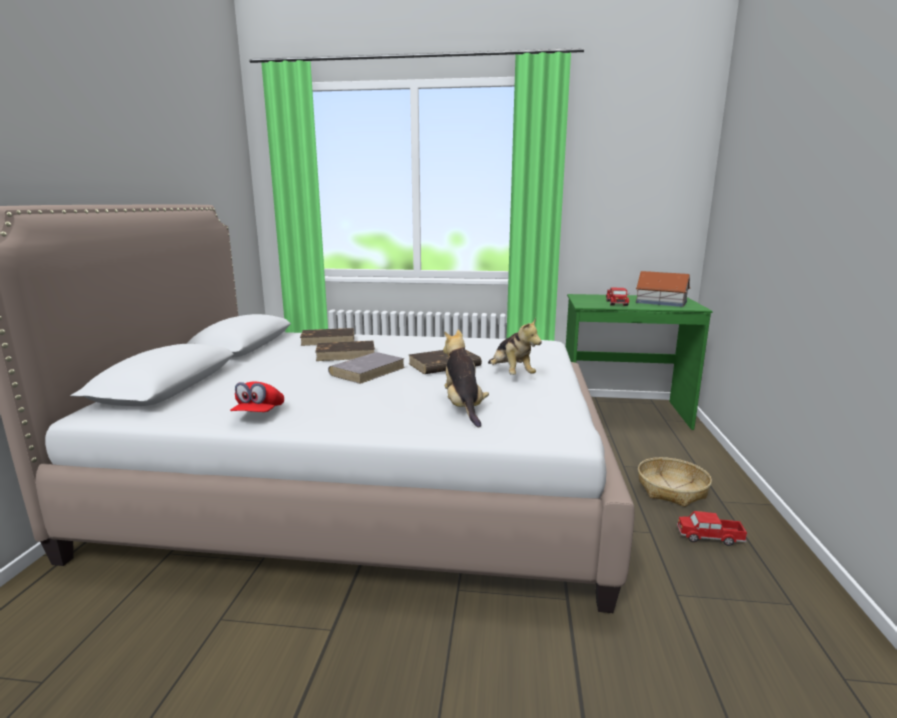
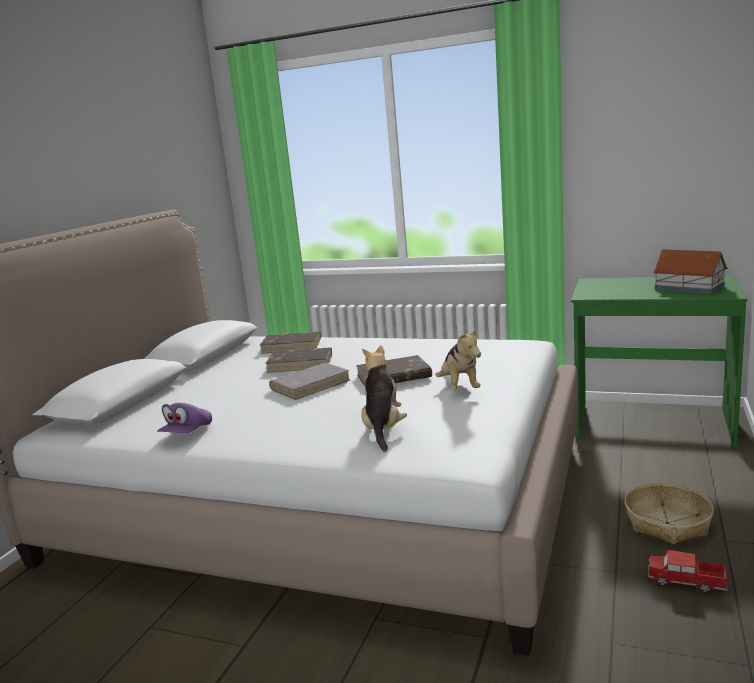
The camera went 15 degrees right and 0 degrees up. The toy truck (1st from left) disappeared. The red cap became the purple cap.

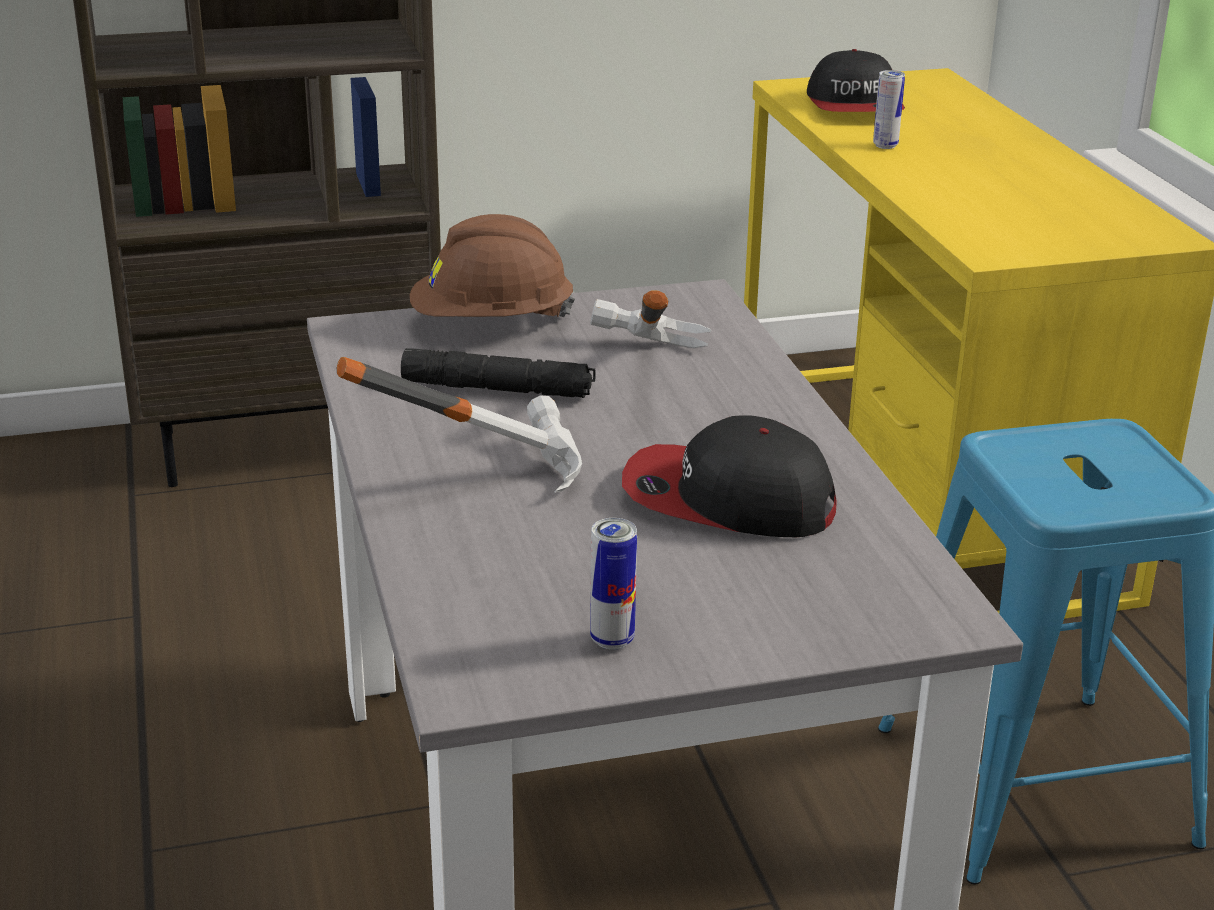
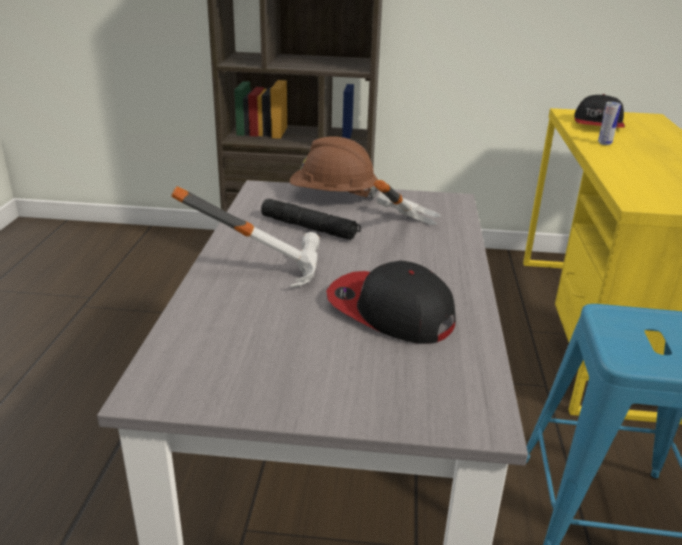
The camera went 20 degrees right and 0 degrees up. The can (1st from left) disappeared.

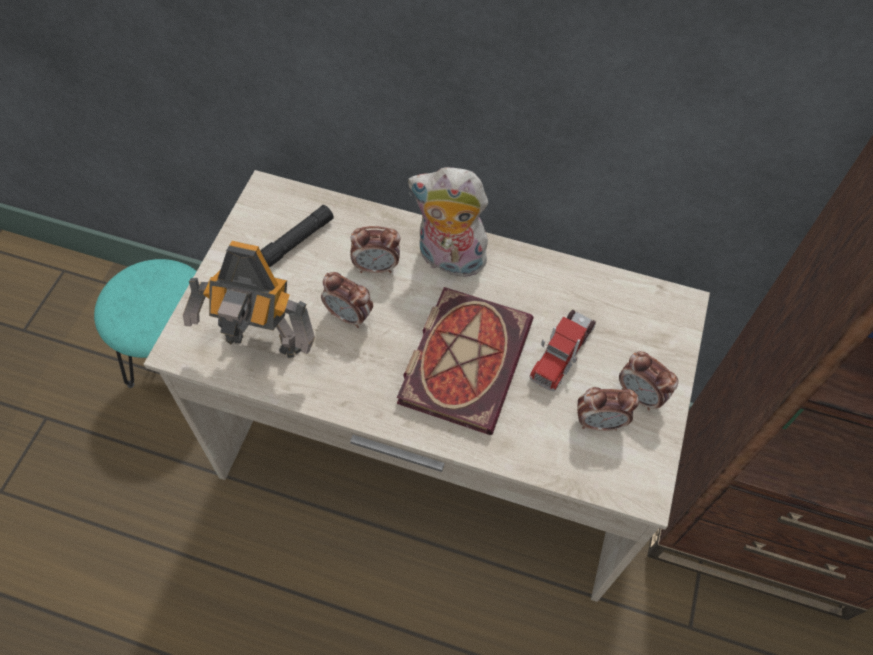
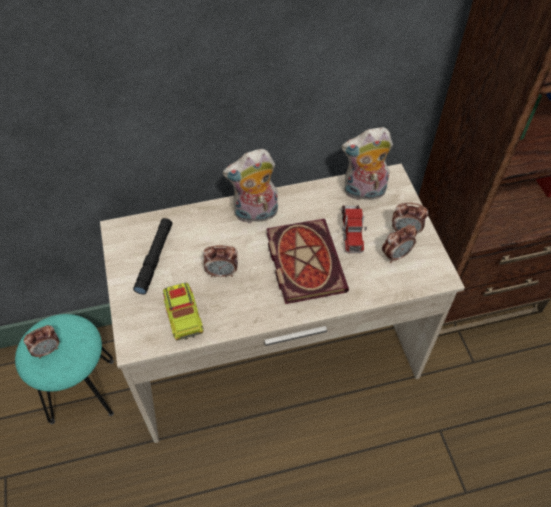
The camera went 30 degrees left and 5 degrees down. The alarm clock (2nd from left in the first image) moved. The toy robot was replaced by the toy truck (1st from left). The plush toy (2nd from left) appeared.

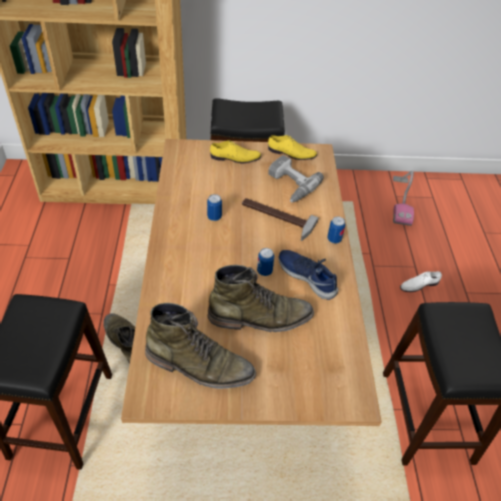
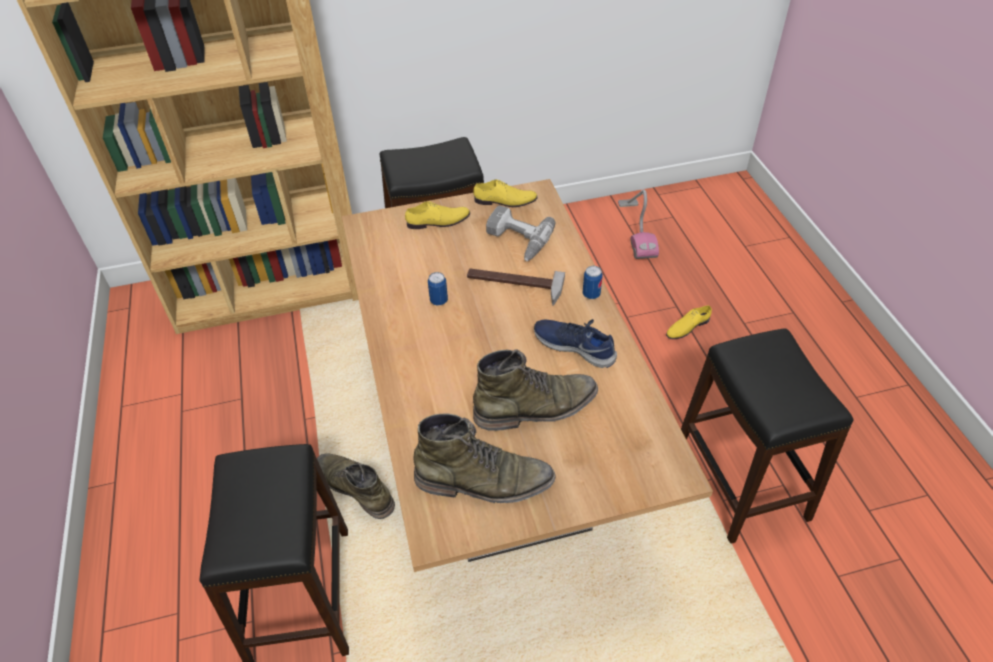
The camera went 10 degrees left and 0 degrees up. The can (2nd from left) disappeared. The white shoe became the yellow shoe (3rd from left).

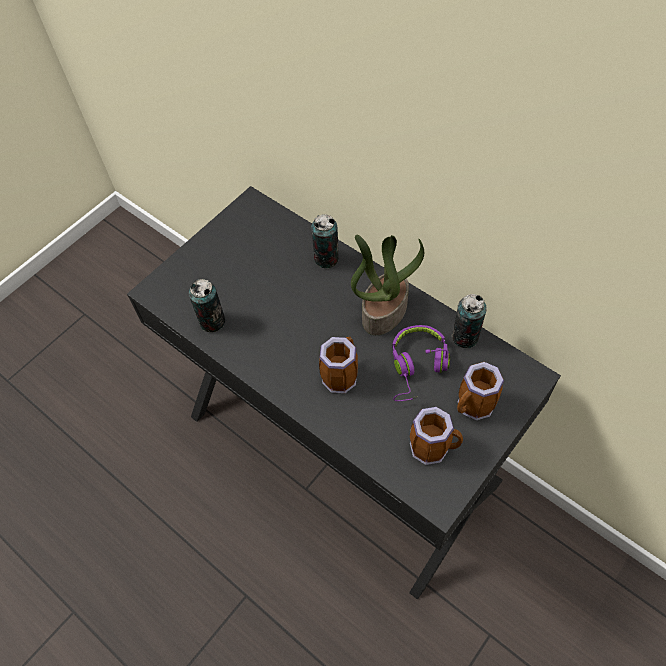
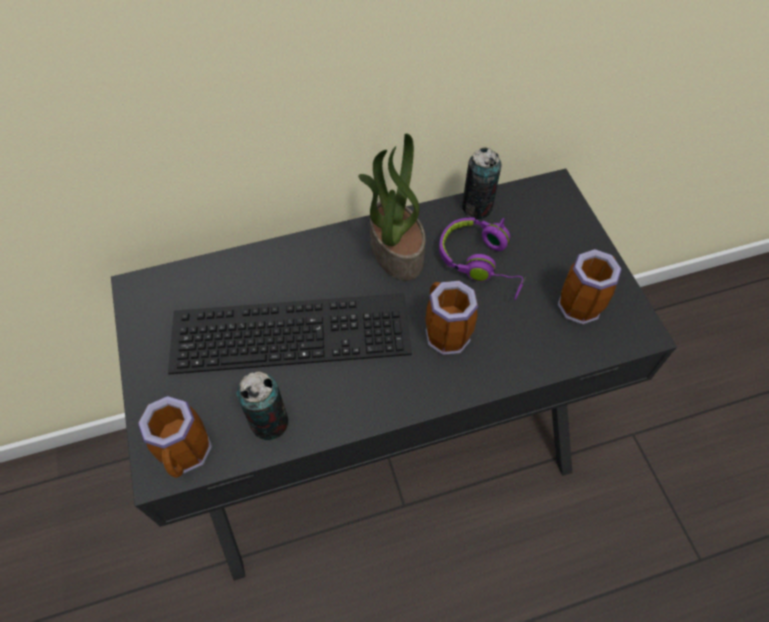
The camera went 60 degrees left and 0 degrees up. The can (2nd from left) disappeared. The mug (3rd from left in the first image) moved. The keyboard appeared.

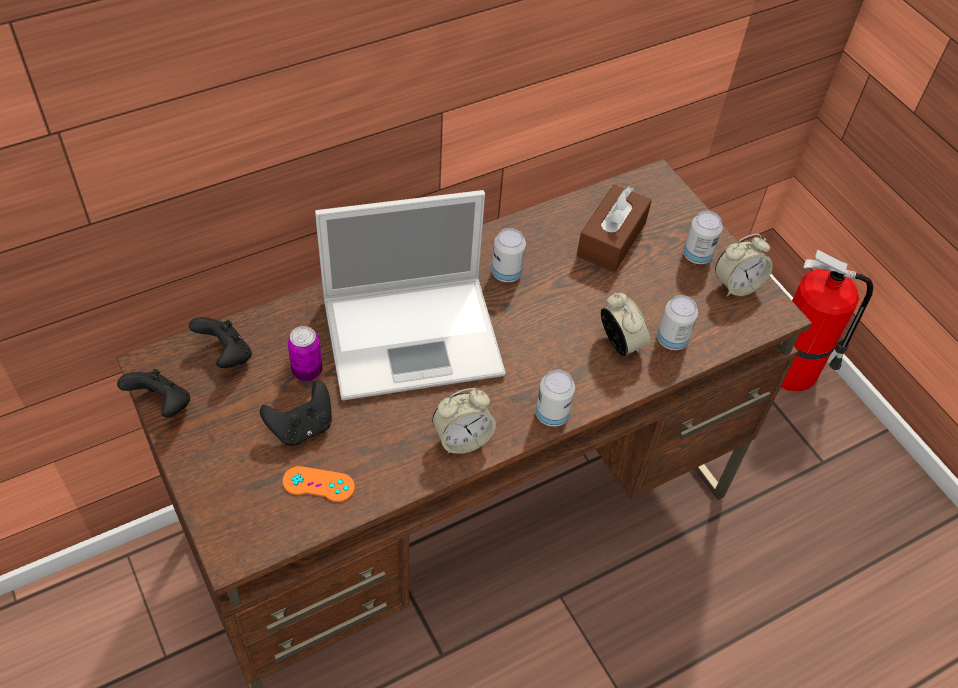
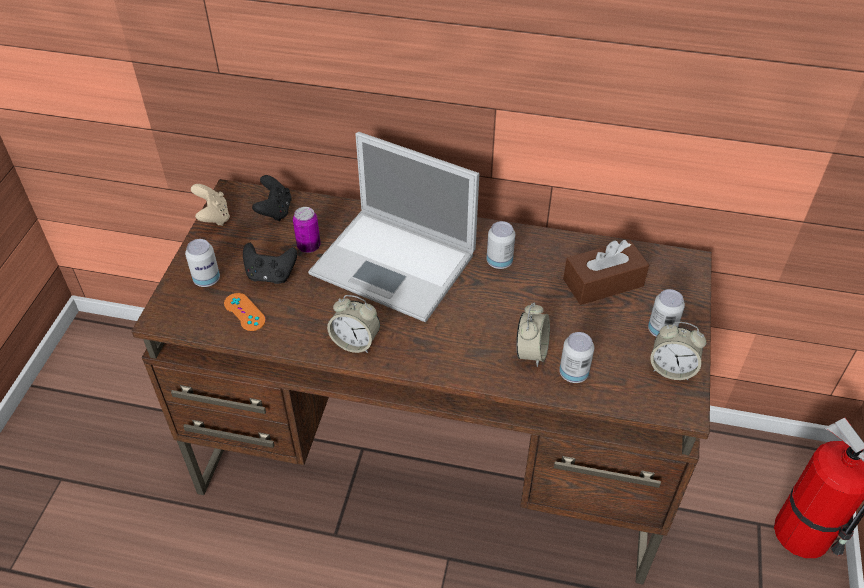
The camera went 45 degrees right and 5 degrees down. The black game controller (1st from left) became the beige game controller. The can (3rd from left in the first image) moved.

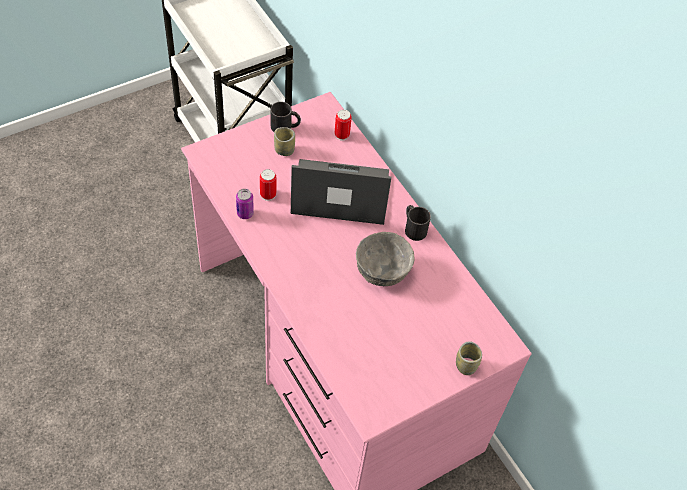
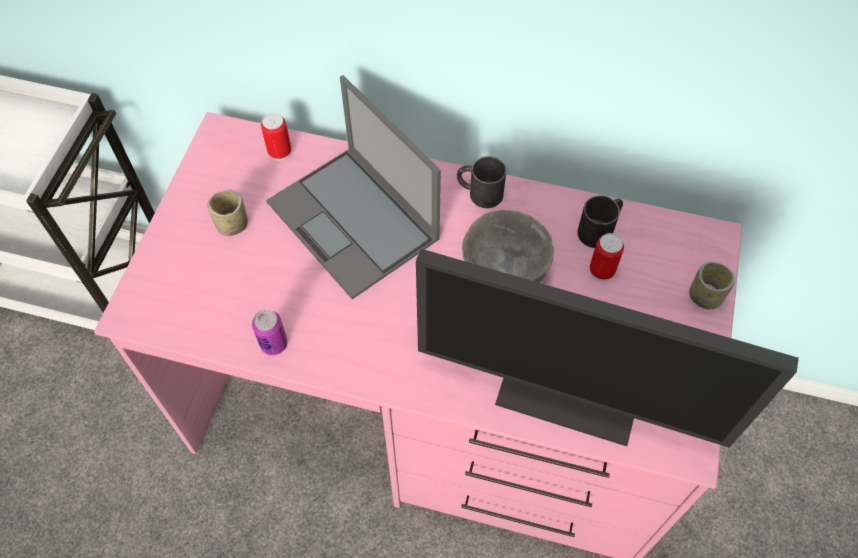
The camera went 40 degrees left and 5 degrees up. The black mug (1st from left in the first image) moved. The laptop turned 90 degrees counterclockwise. The can (2nd from left in the first image) moved. The monitor appeared.

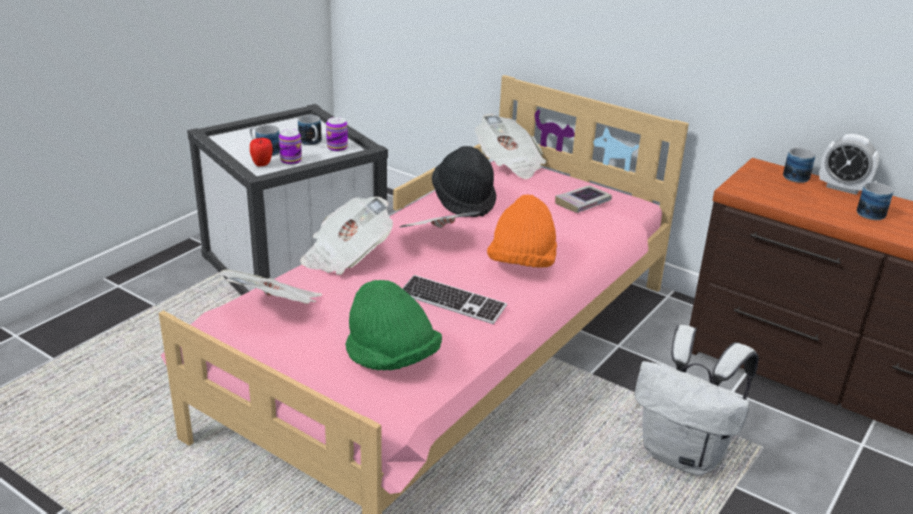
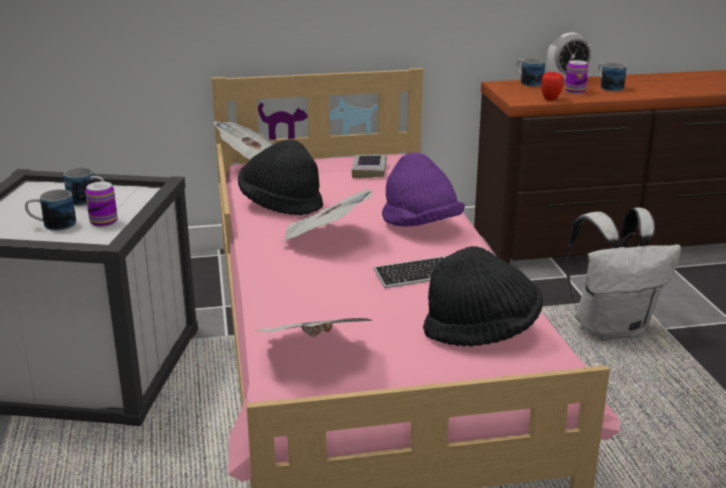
The camera went 45 degrees left and 5 degrees down. The can (2nd from left) moved. The apple moved. The orange hat became the purple hat. The newspaper (2nd from left) disappeared. The green hat became the black hat (2nd from left).

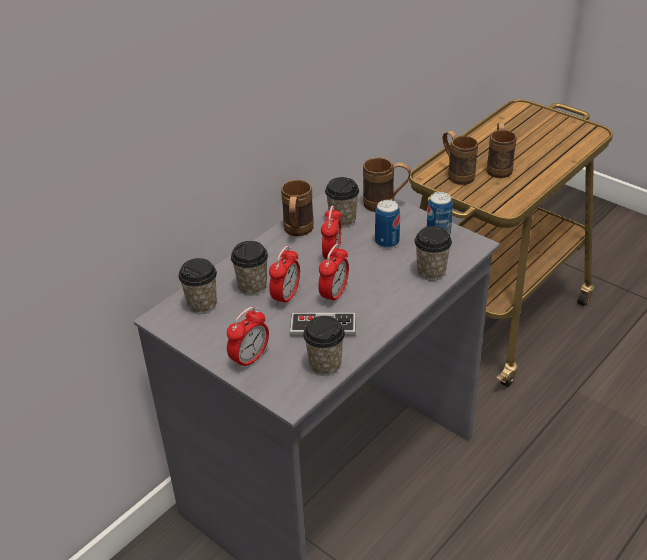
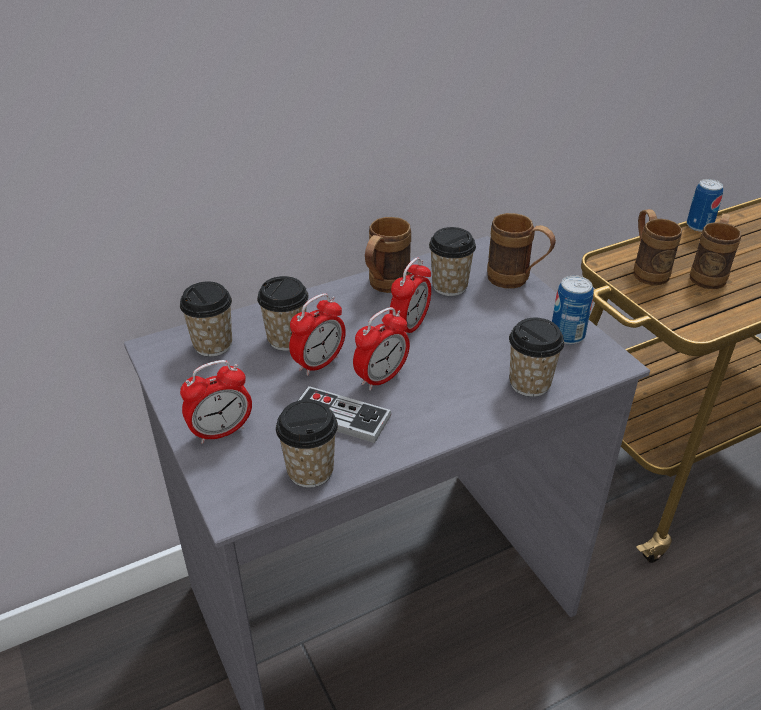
The camera went 20 degrees right and 0 degrees up. The can (1st from left in the first image) moved.

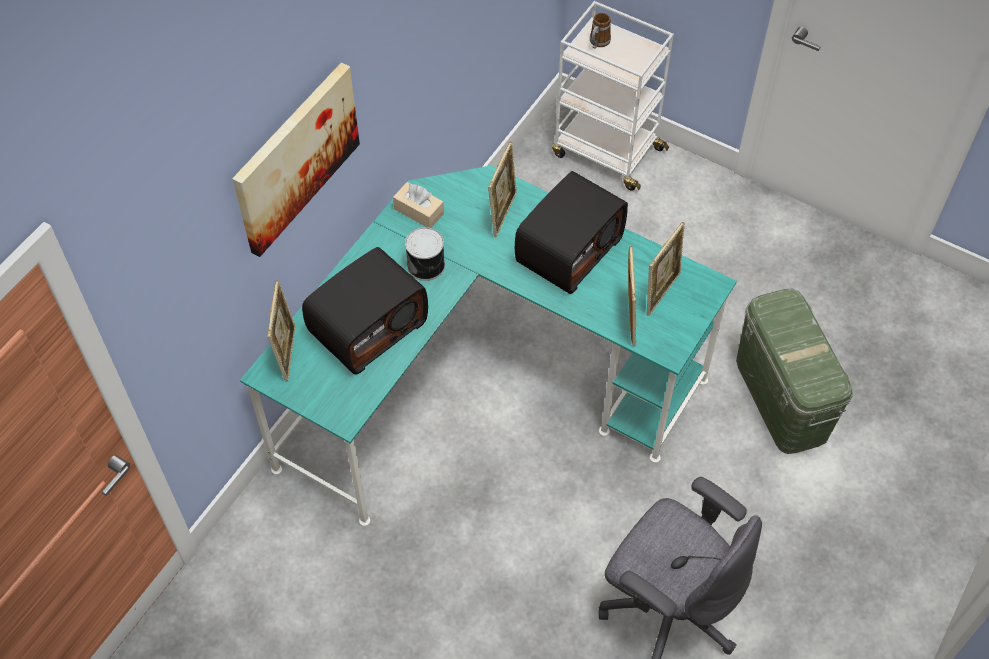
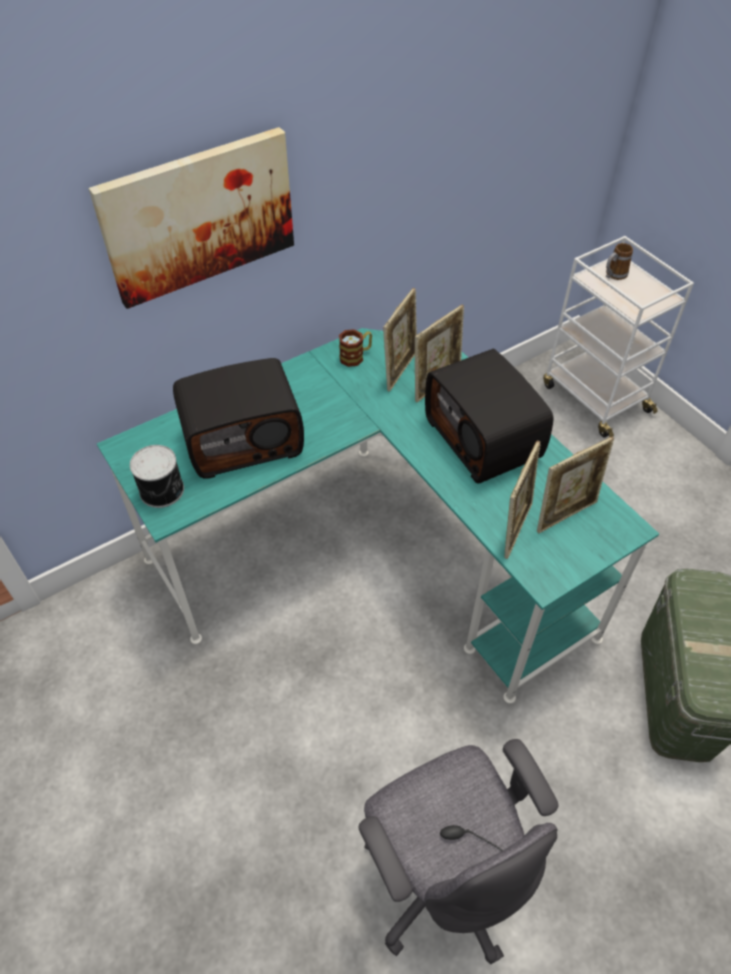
The camera went 25 degrees right and 5 degrees down. The radio (2nd from left) turned 90 degrees clockwise. The beige tissue box was replaced by the mug (1st from left). The can moved. The picture frame (1st from left) moved.

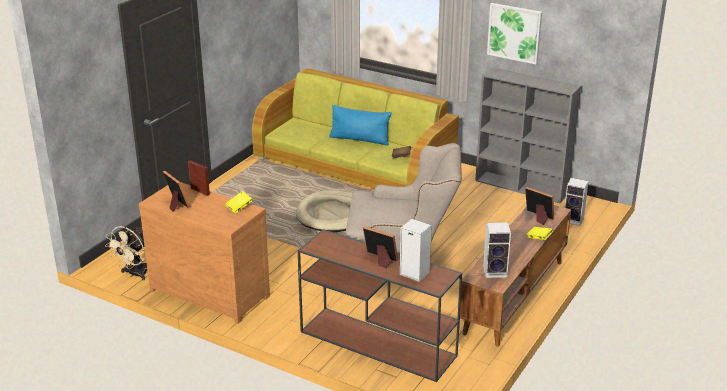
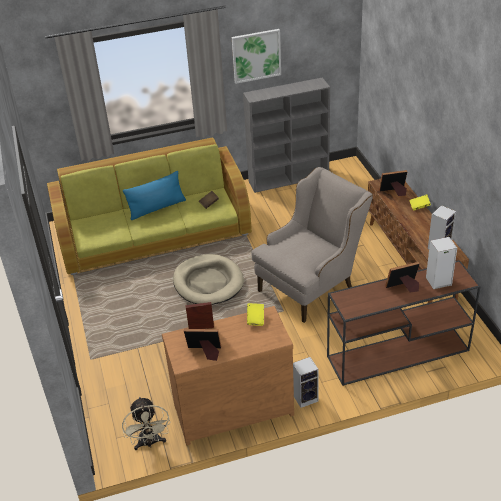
The camera went 45 degrees left and 10 degrees up. The speaker (3rd from left in the first image) moved.

